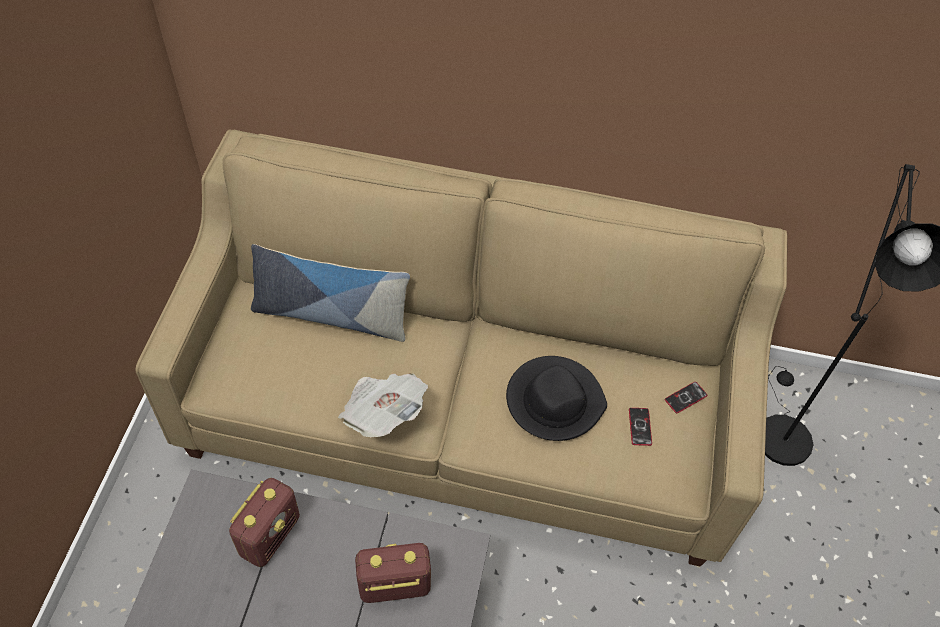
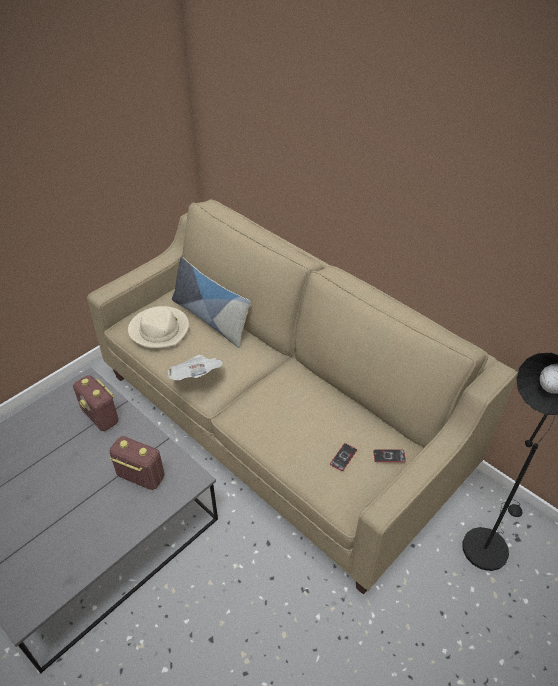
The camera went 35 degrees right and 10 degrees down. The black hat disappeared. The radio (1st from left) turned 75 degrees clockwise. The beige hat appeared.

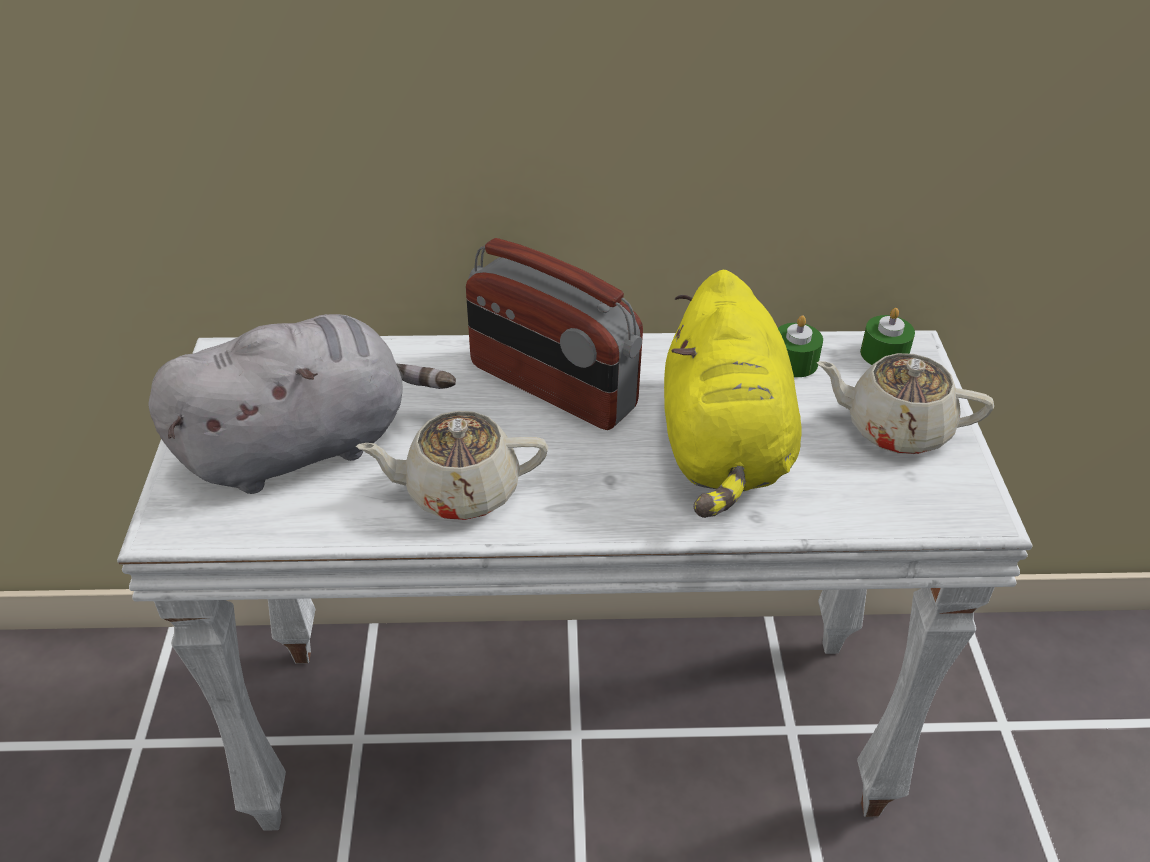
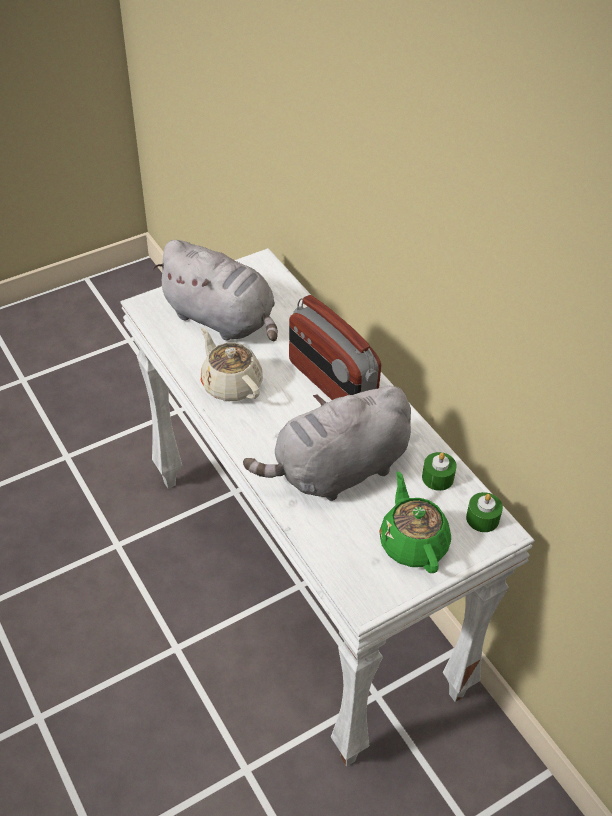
The camera went 60 degrees right and 5 degrees up. The radio turned 45 degrees counterclockwise. The yellow plush toy became the grey plush toy (2nd from left). The beige teapot (2nd from left) became the green teapot.

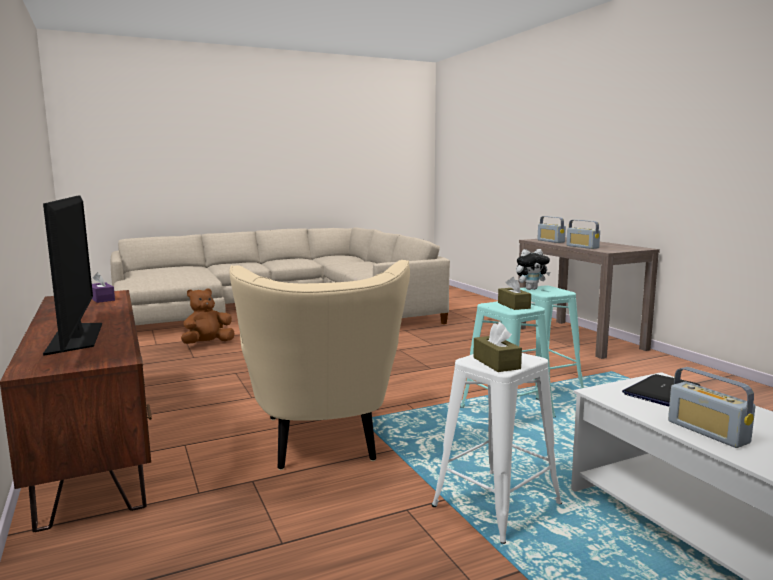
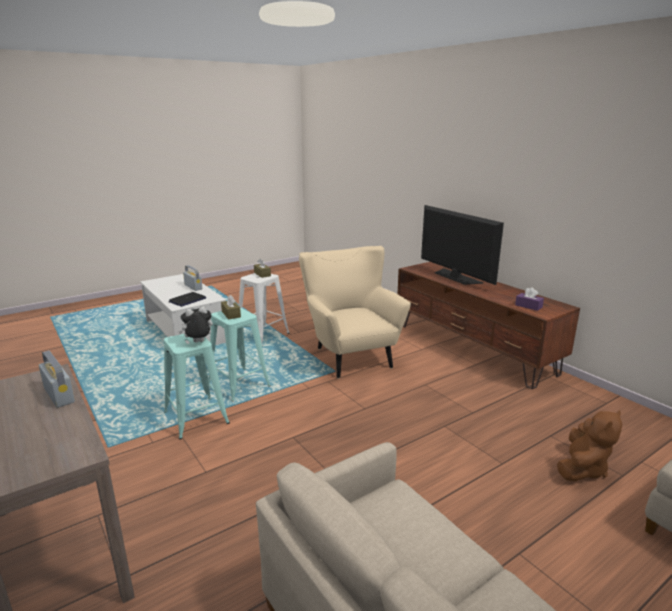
The camera went 170 degrees right and 10 degrees up. The radio (1st from left) disappeared.

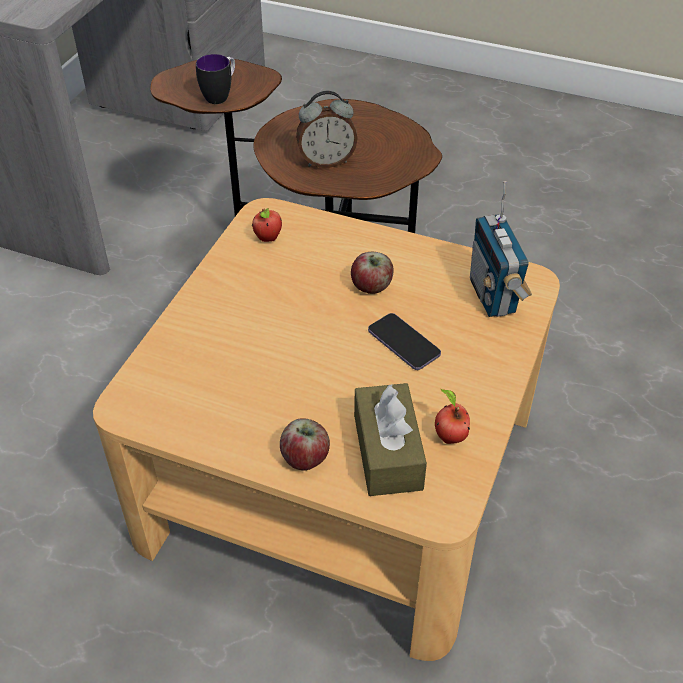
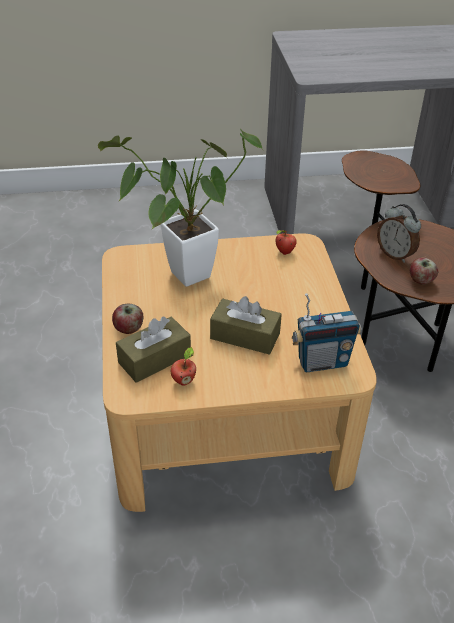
The camera went 60 degrees right and 5 degrees down. The mug disappeared. The radio turned 150 degrees counterclockwise. The apple (3rd from left in the first image) moved. The phone was replaced by the brown tissue box (2nd from left). The potted plant appeared.

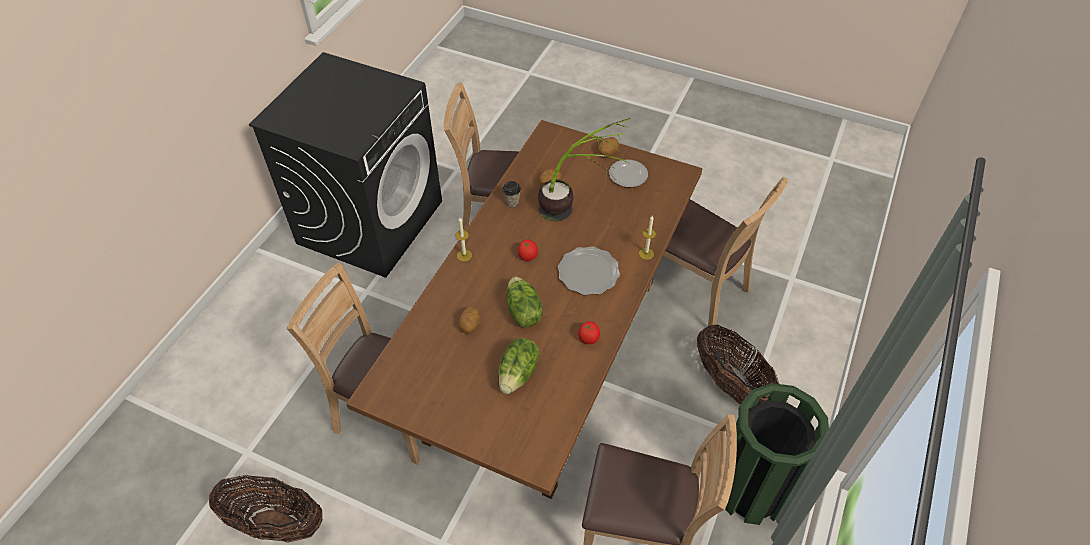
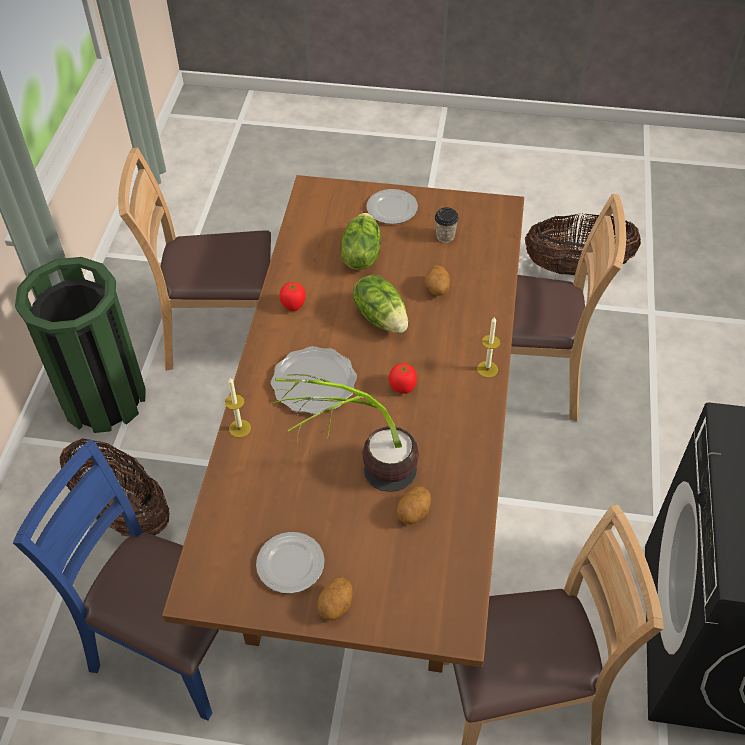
The camera went 165 degrees right and 0 degrees up. The brown chair (4th from left) became the blue chair. The cup moved. The plate (3rd from left) appeared.

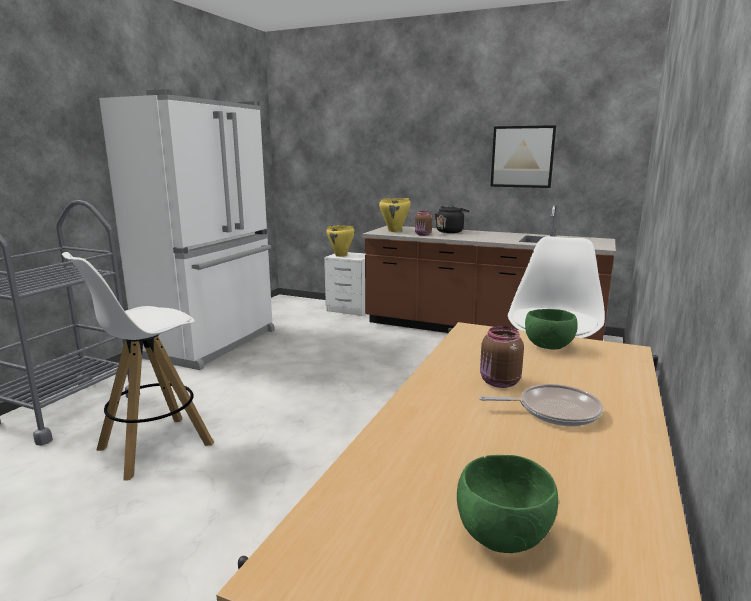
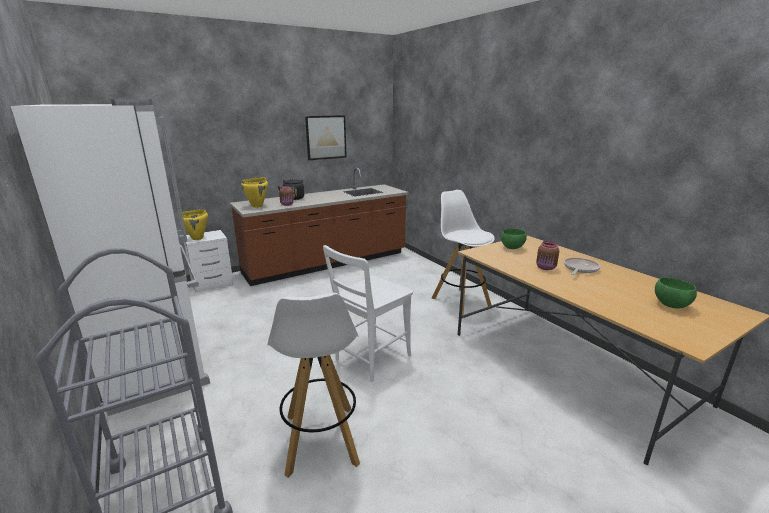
The camera went 55 degrees left and 5 degrees up. The white chair appeared.

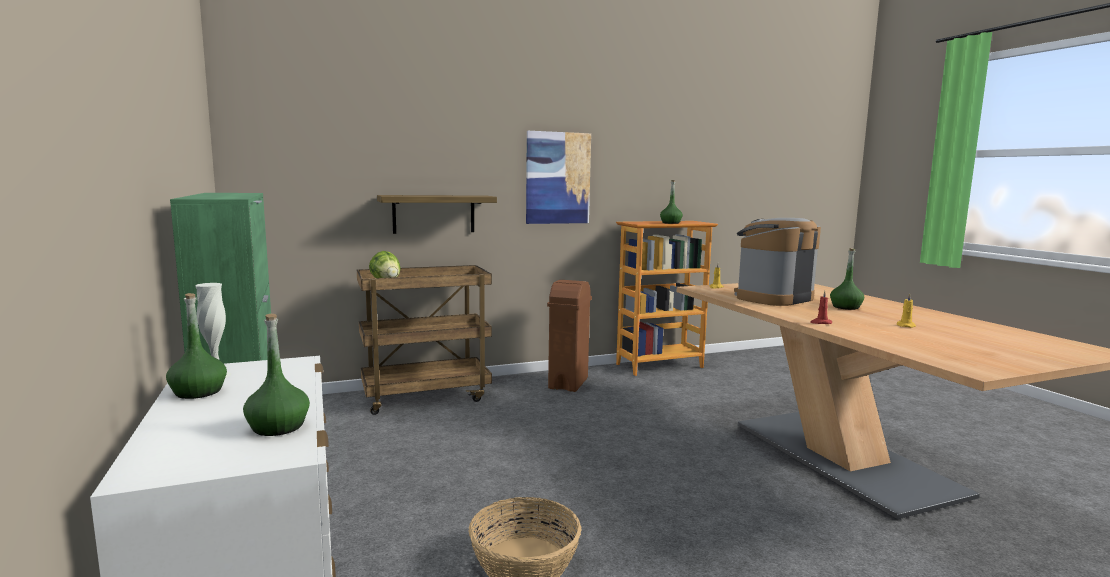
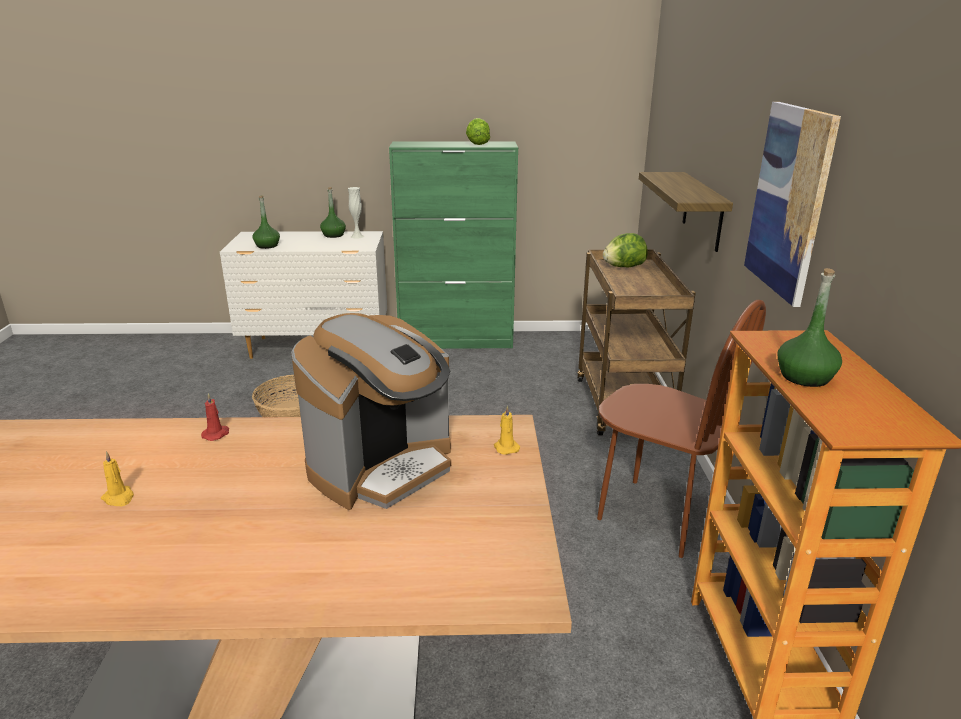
The camera went 110 degrees right and 15 degrees up. The coffee machine turned 60 degrees clockwise. The green bottle (4th from left) disappeared. The brown trash can was replaced by the brown chair. The lettuce (1st from left) appeared.

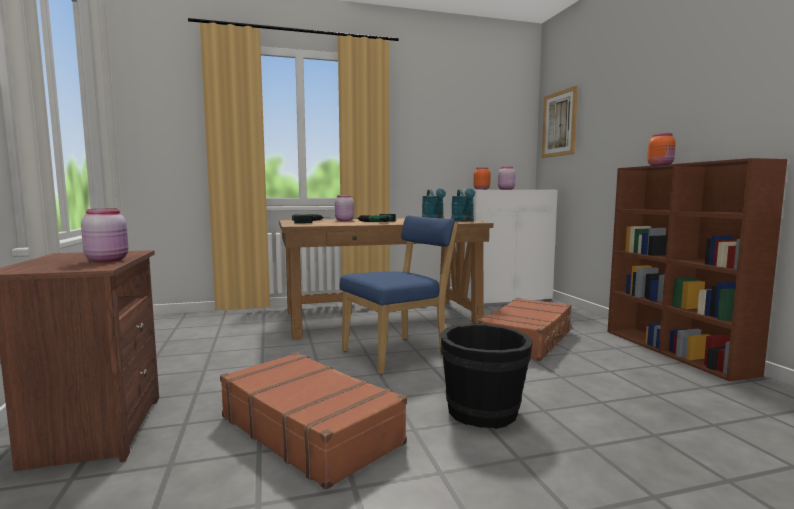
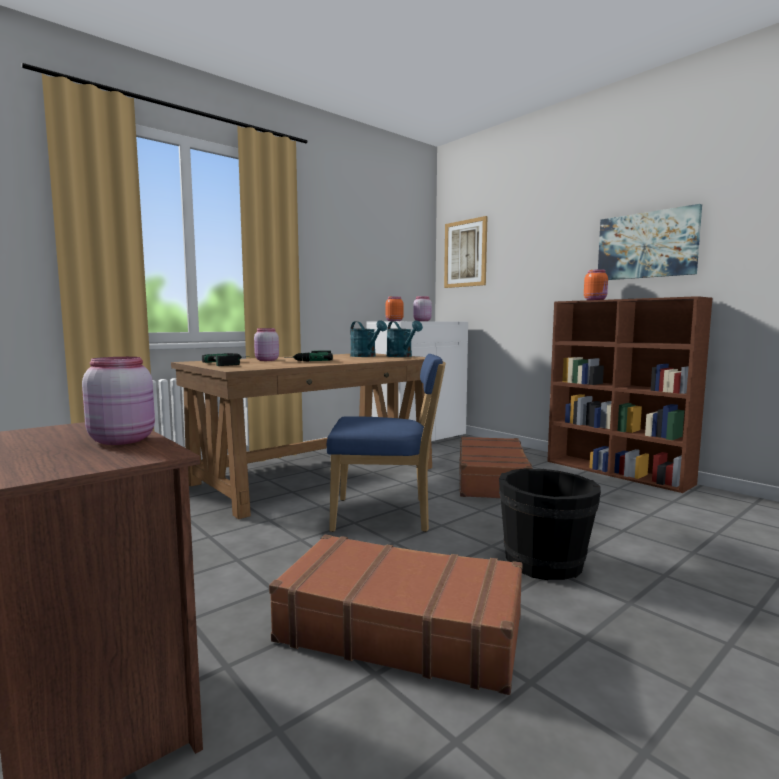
The camera went 25 degrees left and 0 degrees up. The blue chair turned 60 degrees clockwise. The picture (2nd from left) appeared.

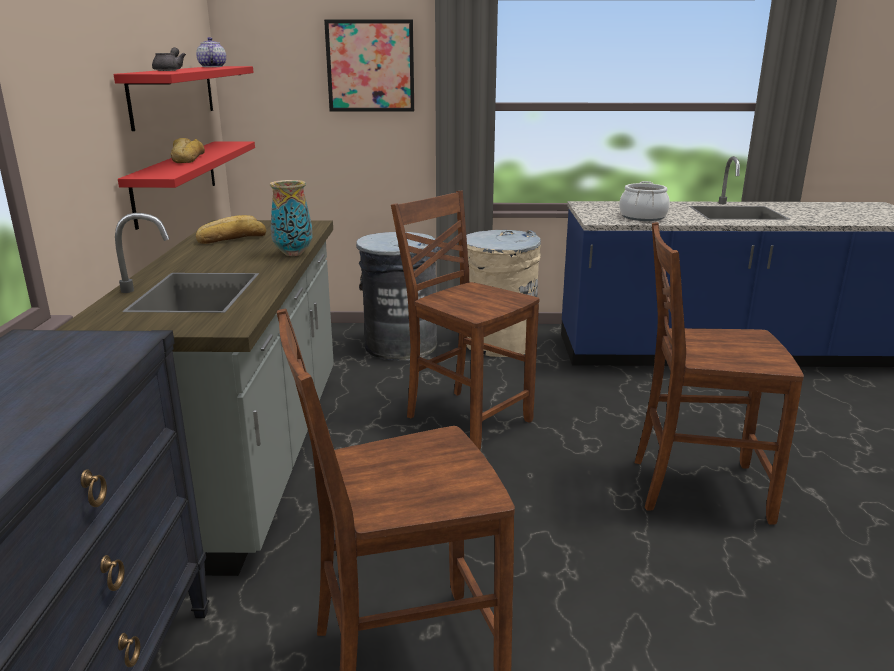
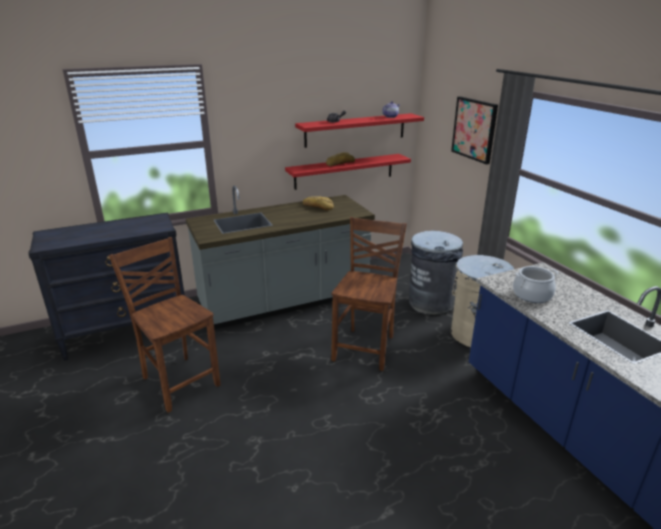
The camera went 65 degrees right and 5 degrees up. The vase disappeared. The brown chair (3rd from left) disappeared.

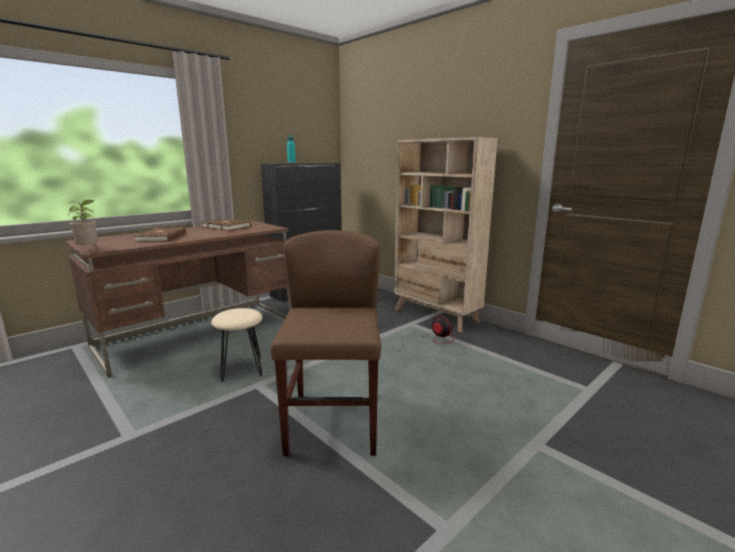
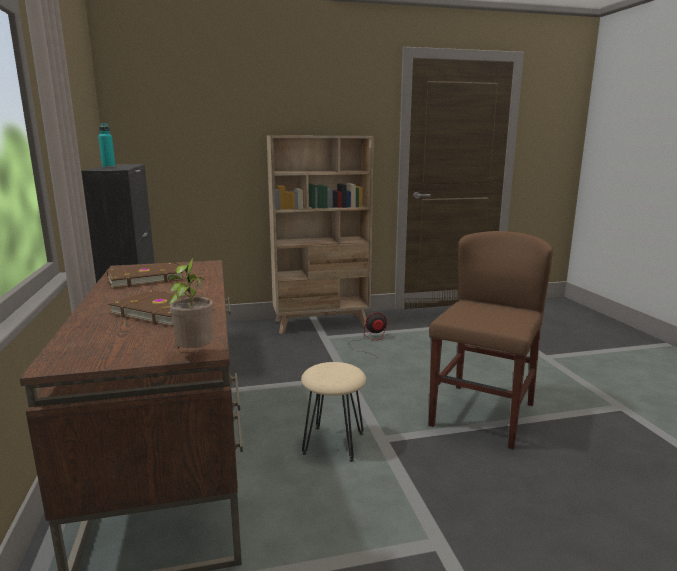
The camera went 60 degrees left and 0 degrees up. The brown chair turned 90 degrees clockwise.

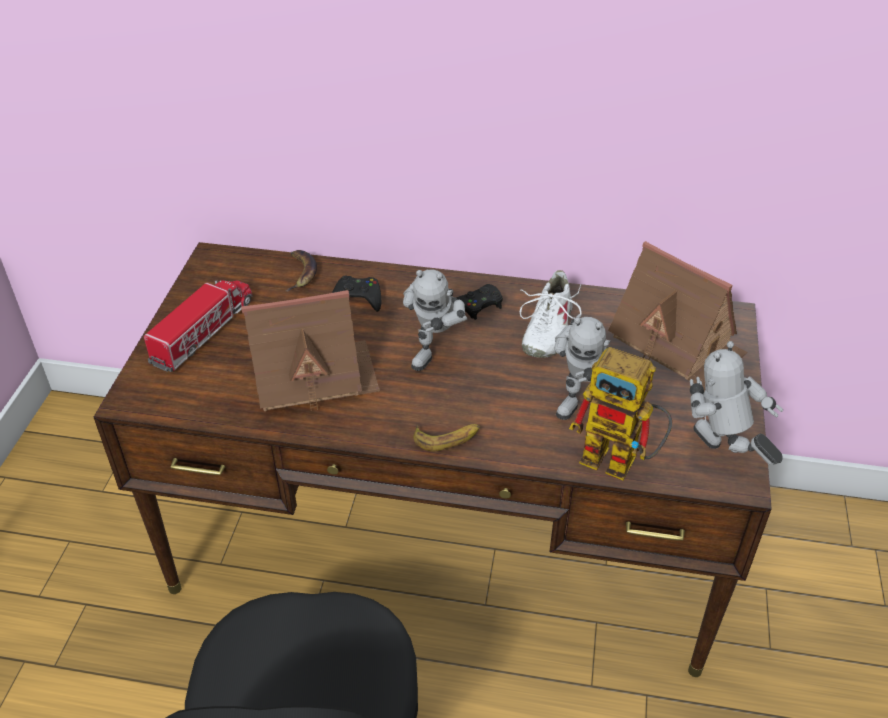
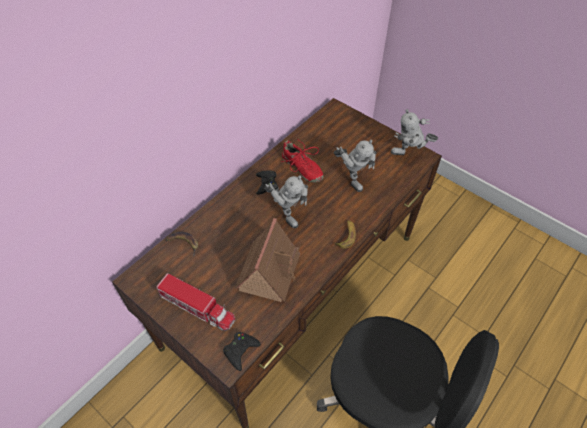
The camera went 60 degrees left and 10 degrees up. The toy house (2nd from left) disappeared. The white shoe became the red shoe. The black game controller (1st from left) moved. The toy truck turned 150 degrees clockwise. The toy robot (3rd from left) disappeared.

